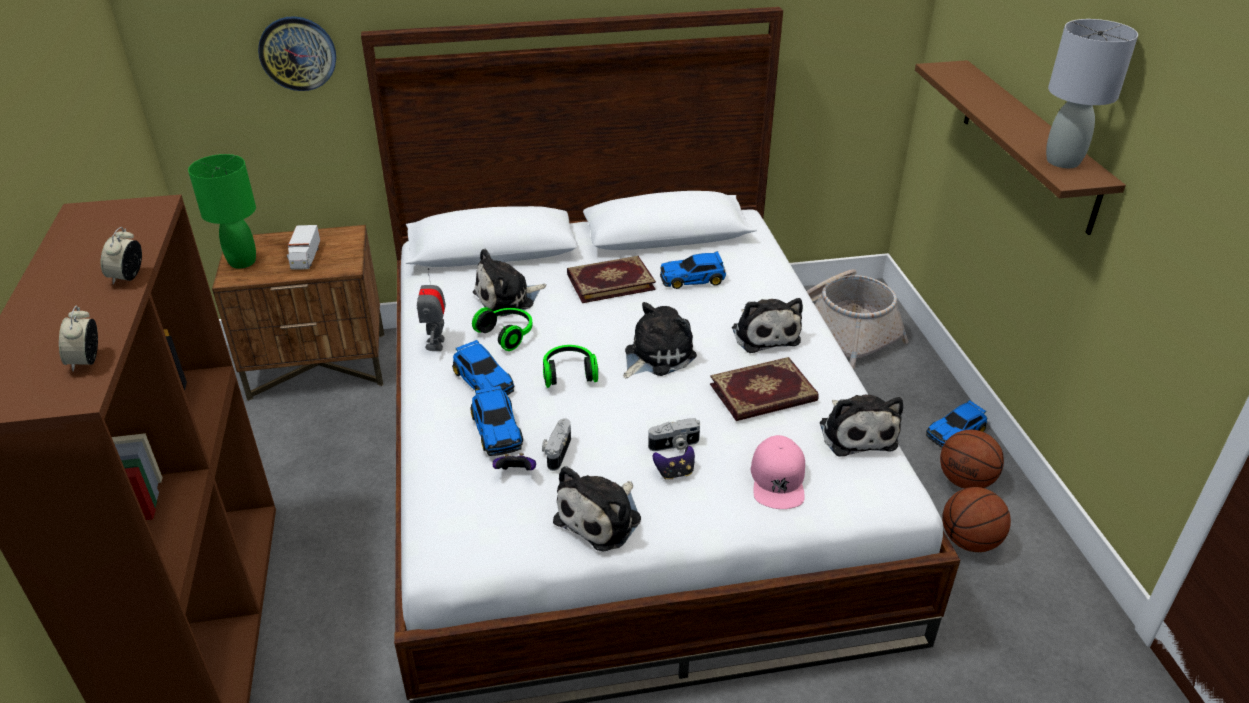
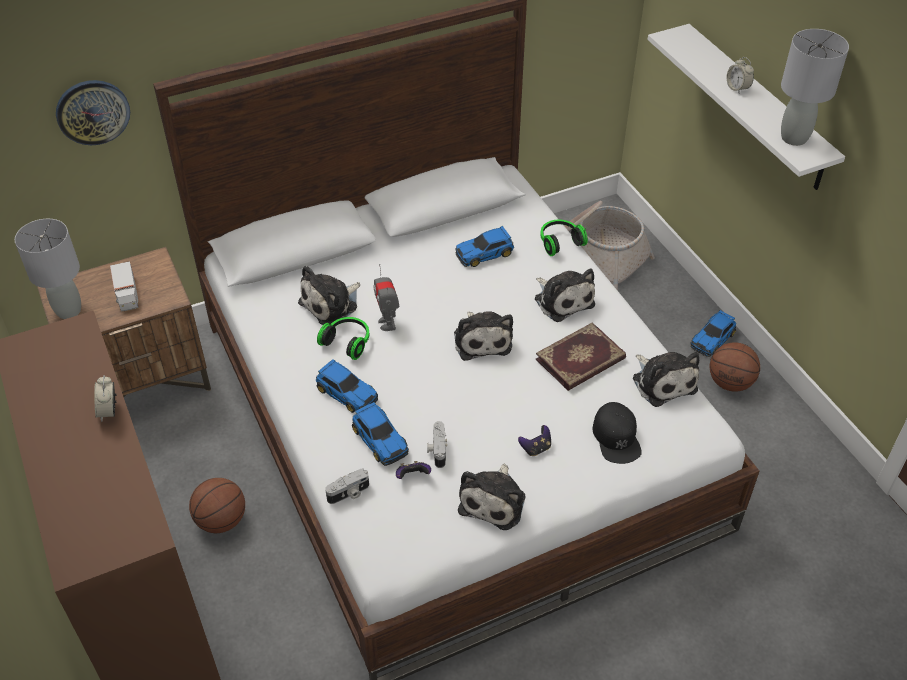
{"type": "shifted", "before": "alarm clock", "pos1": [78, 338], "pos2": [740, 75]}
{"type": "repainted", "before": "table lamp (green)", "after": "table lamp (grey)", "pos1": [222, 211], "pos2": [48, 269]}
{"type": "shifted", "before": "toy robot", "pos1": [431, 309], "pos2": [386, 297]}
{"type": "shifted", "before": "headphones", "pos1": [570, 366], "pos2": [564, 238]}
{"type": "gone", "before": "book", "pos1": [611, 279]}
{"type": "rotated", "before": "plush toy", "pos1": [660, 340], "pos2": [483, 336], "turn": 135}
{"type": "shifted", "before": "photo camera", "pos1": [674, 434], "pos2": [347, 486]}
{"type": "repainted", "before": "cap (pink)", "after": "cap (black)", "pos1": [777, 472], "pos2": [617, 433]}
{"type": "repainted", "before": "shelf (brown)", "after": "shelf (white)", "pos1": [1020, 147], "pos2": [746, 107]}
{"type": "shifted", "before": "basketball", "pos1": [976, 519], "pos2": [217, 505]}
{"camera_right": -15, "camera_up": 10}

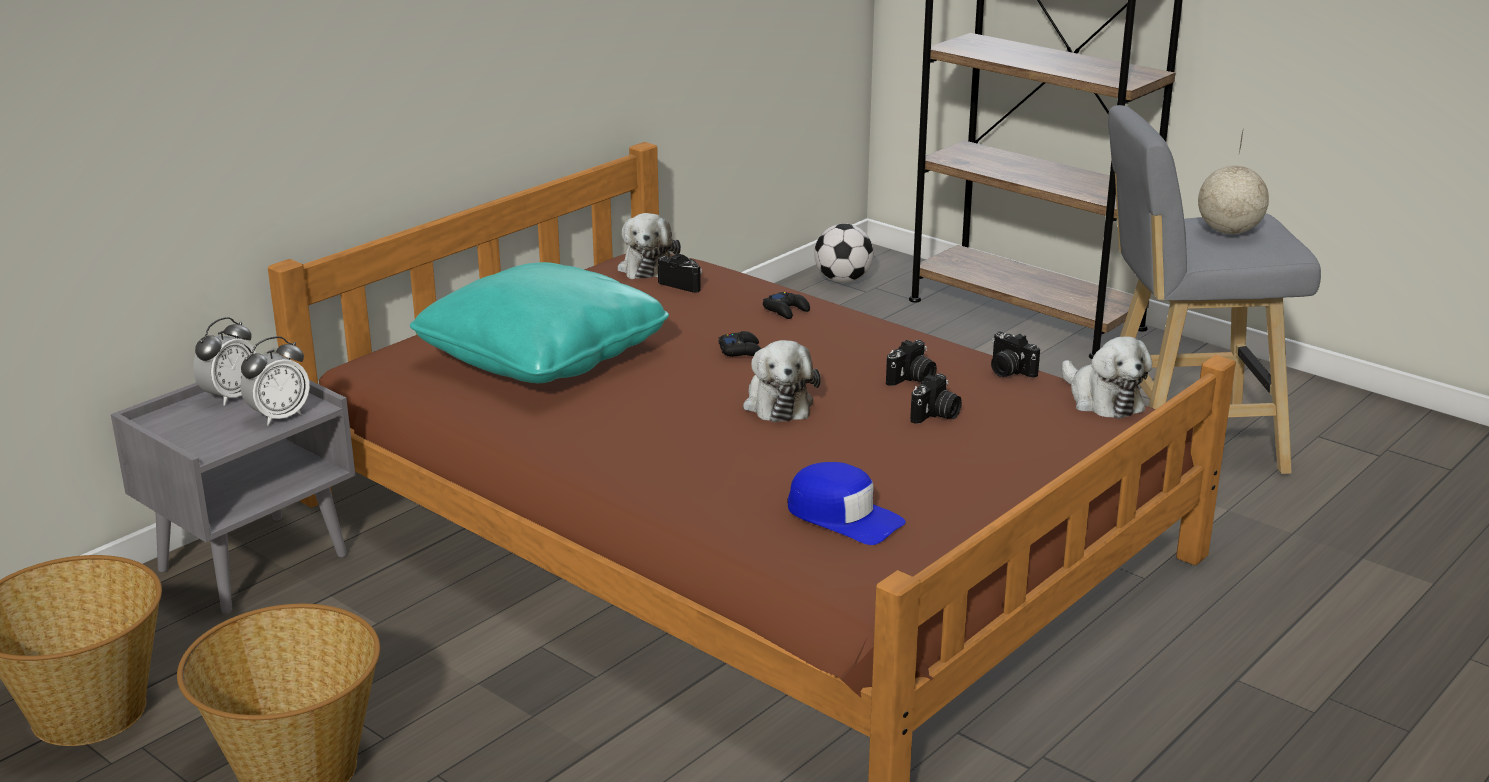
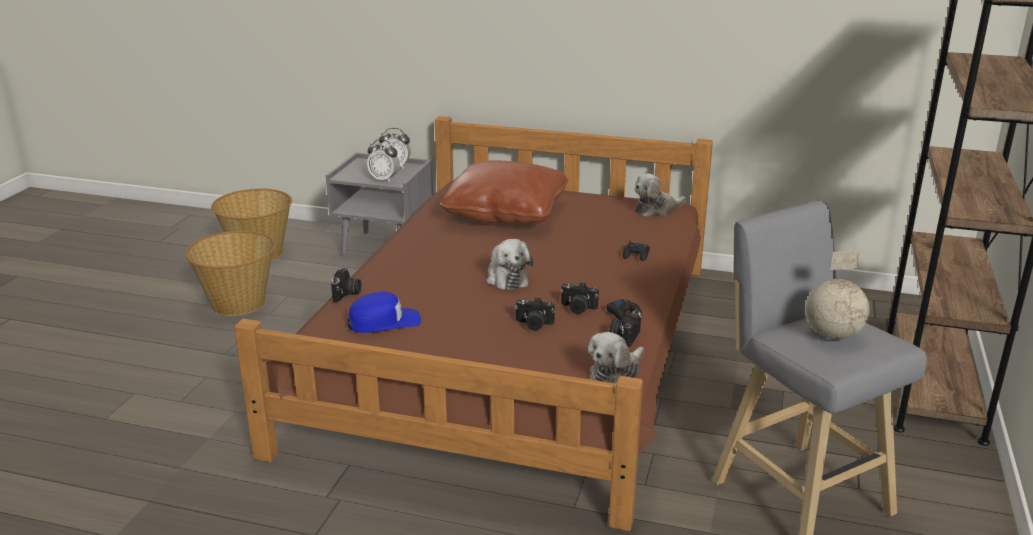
{"type": "repainted", "before": "pillow (turquoise)", "after": "pillow (brown)", "pos1": [539, 323], "pos2": [504, 192]}
{"type": "shifted", "before": "photo camera", "pos1": [680, 273], "pos2": [346, 285]}
{"type": "shifted", "before": "game controller (black)", "pos1": [739, 343], "pos2": [624, 309]}
{"type": "rotated", "before": "plush toy", "pos1": [782, 381], "pos2": [509, 264], "turn": -75}
{"type": "rotated", "before": "cap (blue)", "pos1": [846, 503], "pos2": [384, 312], "turn": -120}
{"type": "gone", "before": "football", "pos1": [844, 253]}
{"camera_right": 65, "camera_up": 0}

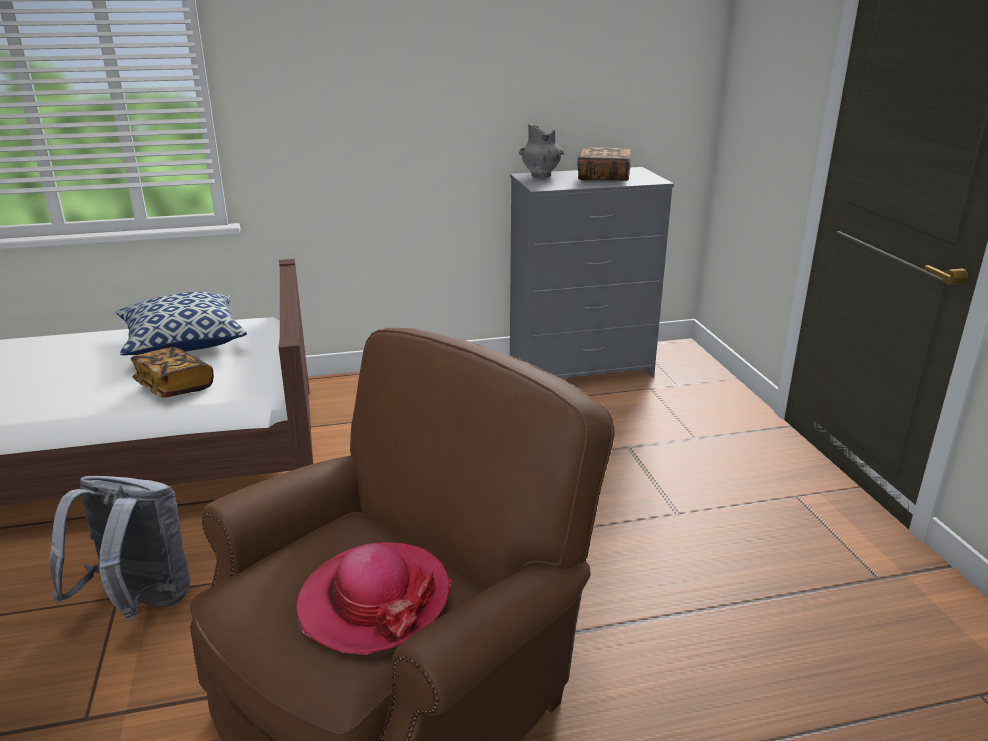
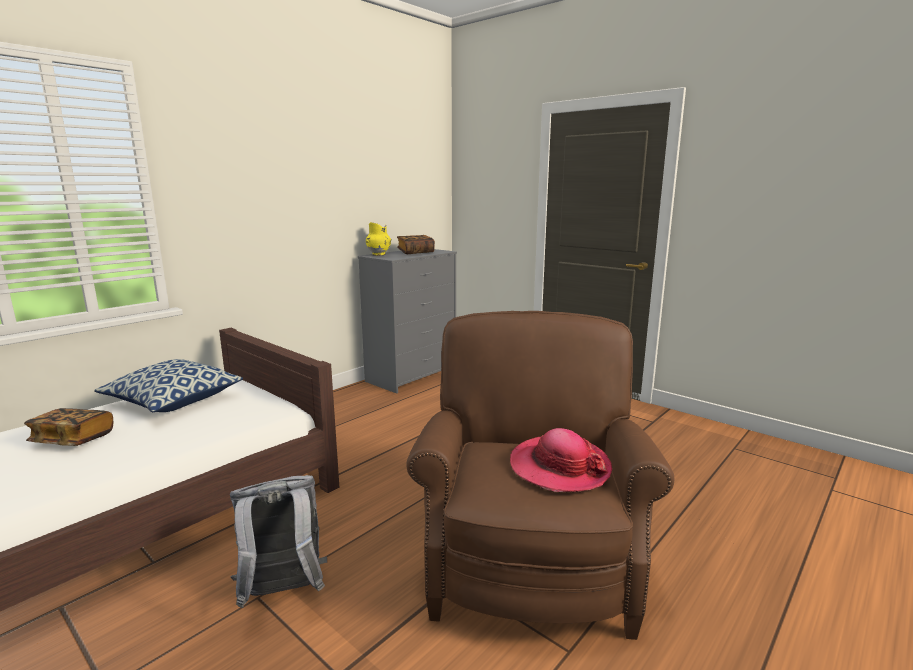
{"type": "shifted", "before": "book", "pos1": [172, 372], "pos2": [69, 427]}
{"type": "repainted", "before": "vase (grey)", "after": "vase (yellow)", "pos1": [542, 151], "pos2": [379, 239]}
{"camera_right": -35, "camera_up": -10}

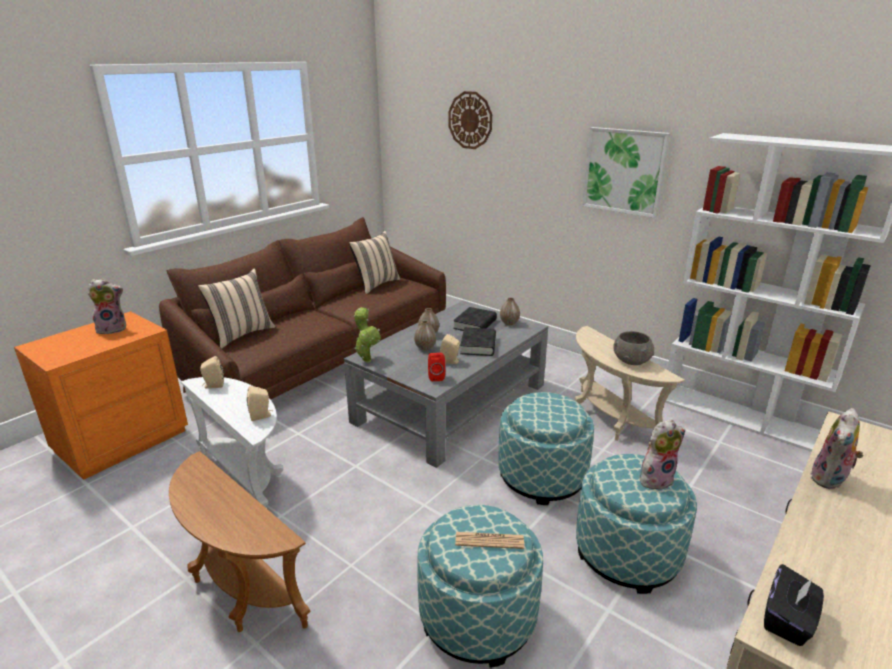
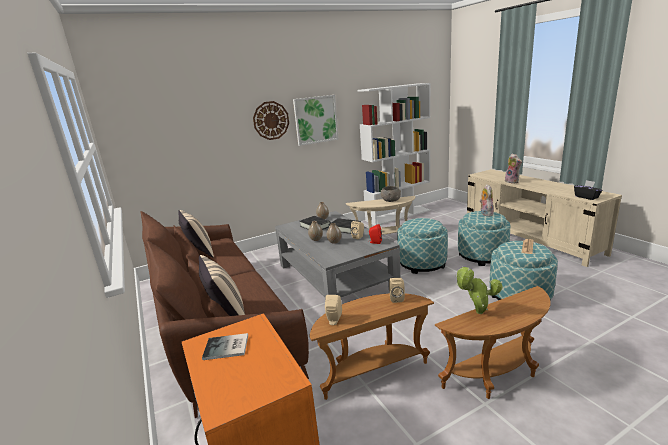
{"type": "swapped", "before": "plush toy", "after": "book", "pos1": [107, 306], "pos2": [225, 346]}
{"type": "repainted", "before": "side table (white)", "after": "side table (brown)", "pos1": [232, 442], "pos2": [371, 346]}
{"type": "shifted", "before": "potted plant", "pos1": [367, 335], "pos2": [479, 290]}
{"type": "shifted", "before": "wall clock", "pos1": [470, 120], "pos2": [271, 120]}
{"camera_right": -65, "camera_up": -5}

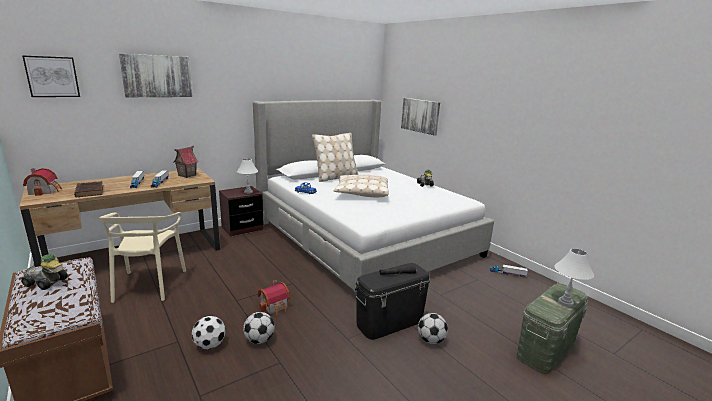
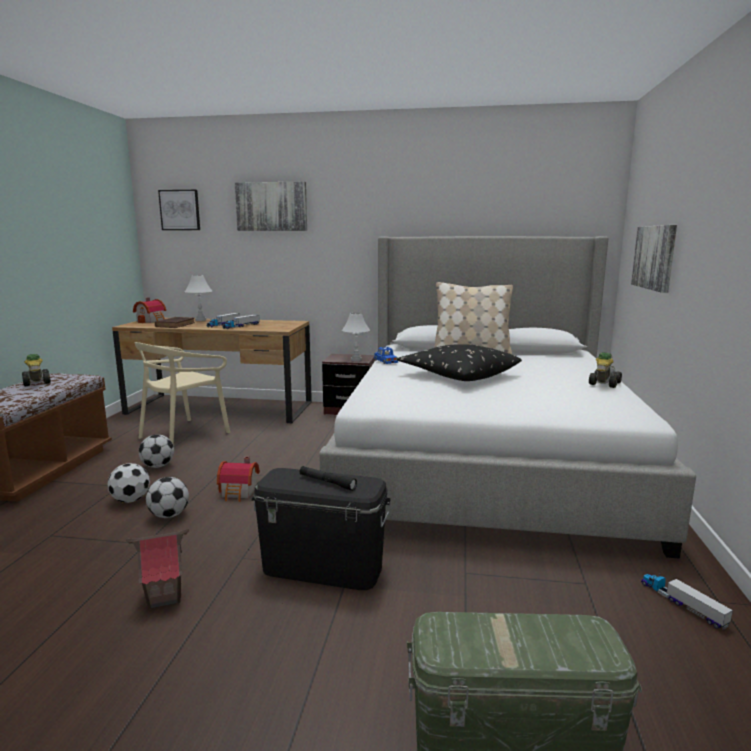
{"type": "shifted", "before": "toy house", "pos1": [186, 162], "pos2": [157, 569]}
{"type": "repainted", "before": "pillow (beige)", "after": "pillow (black)", "pos1": [361, 185], "pos2": [459, 362]}
{"type": "shifted", "before": "football", "pos1": [433, 328], "pos2": [156, 451]}
{"type": "shifted", "before": "table lamp (white)", "pos1": [574, 277], "pos2": [199, 298]}
{"camera_right": 45, "camera_up": -5}

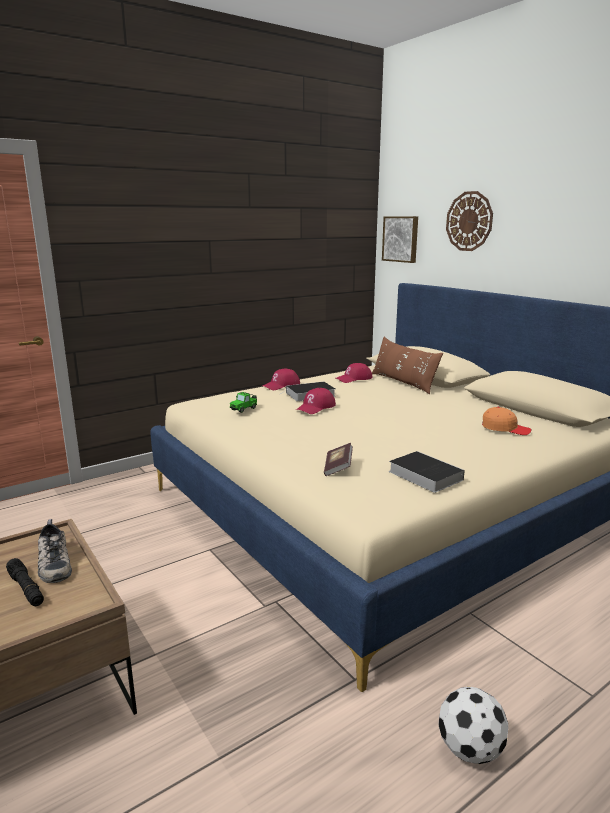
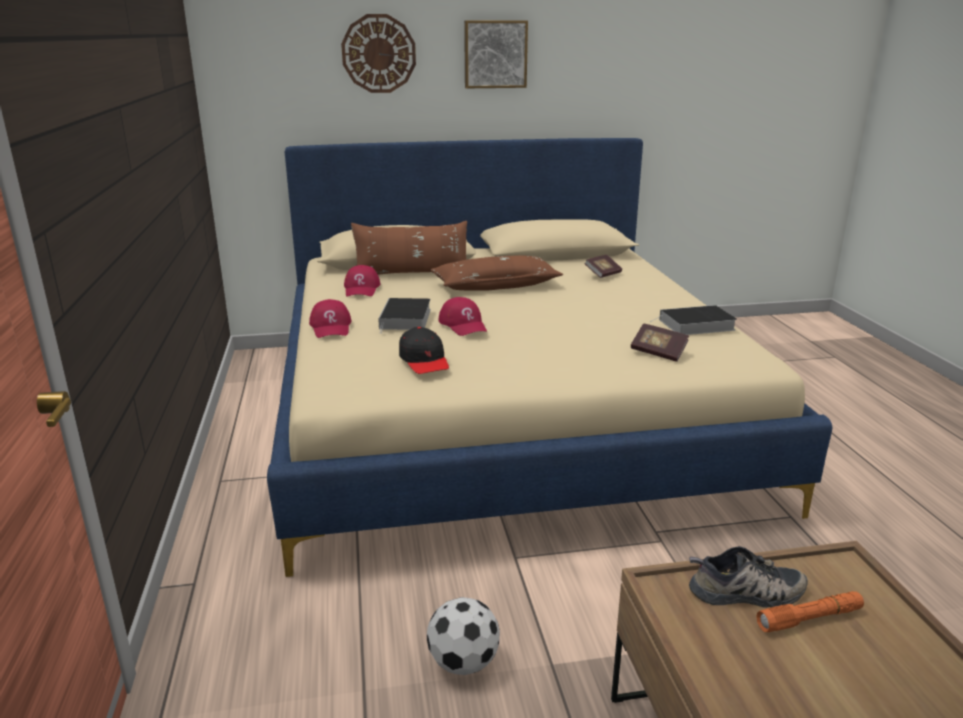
{"type": "repainted", "before": "flashlight (black)", "after": "flashlight (orange)", "pos1": [25, 582], "pos2": [810, 612]}
{"type": "swapped", "before": "toy car", "after": "cap (black)", "pos1": [243, 402], "pos2": [424, 350]}
{"type": "shifted", "before": "picture", "pos1": [400, 239], "pos2": [496, 54]}
{"type": "shifted", "before": "football", "pos1": [473, 725], "pos2": [463, 636]}
{"type": "swapped", "before": "cap (orange)", "after": "book", "pos1": [507, 421], "pos2": [603, 266]}
{"type": "new", "after": "pillow (brown)", "pos2": [496, 273]}
{"camera_right": -65, "camera_up": 5}

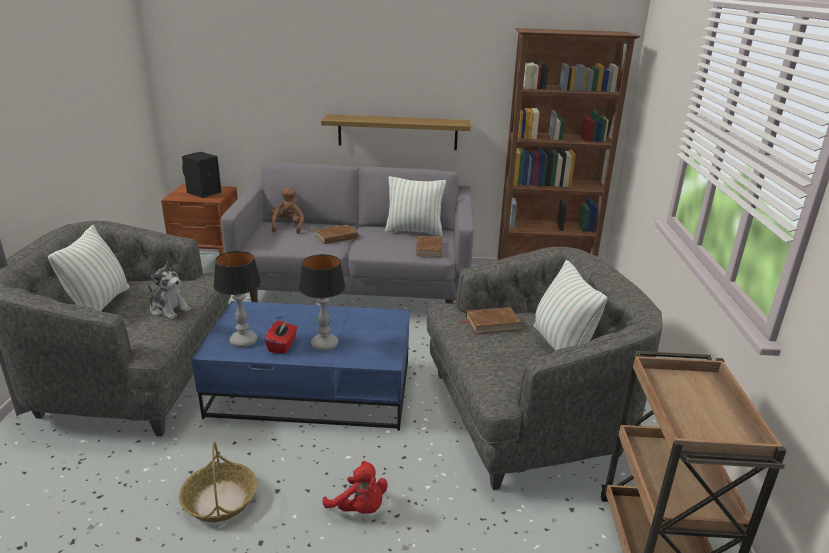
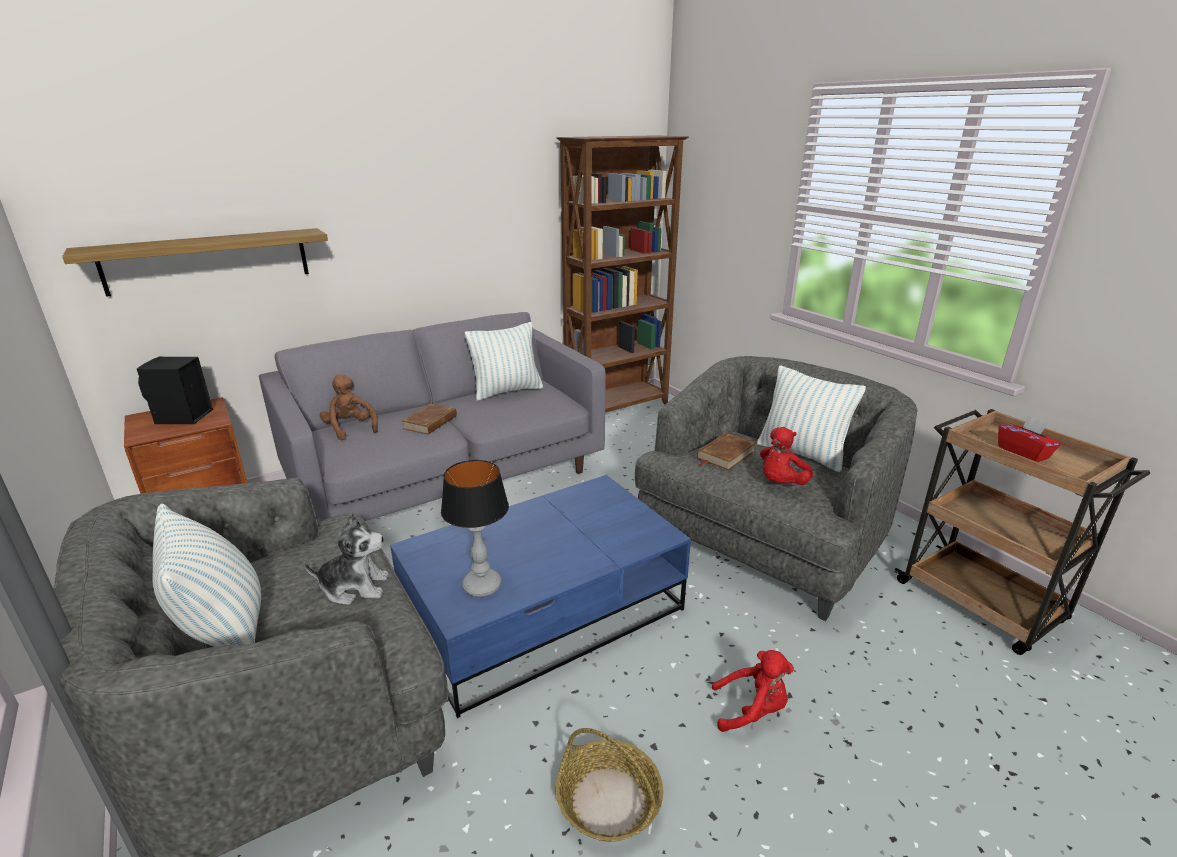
{"type": "shifted", "before": "tissue box (red)", "pos1": [281, 337], "pos2": [1029, 439]}
{"type": "gone", "before": "table lamp", "pos1": [322, 302]}
{"type": "shifted", "before": "shelf", "pos1": [396, 132], "pos2": [195, 262]}
{"type": "gone", "before": "book (brown)", "pos1": [429, 246]}
{"type": "new", "after": "plush toy (red)", "pos2": [786, 456]}
{"camera_right": -35, "camera_up": 0}

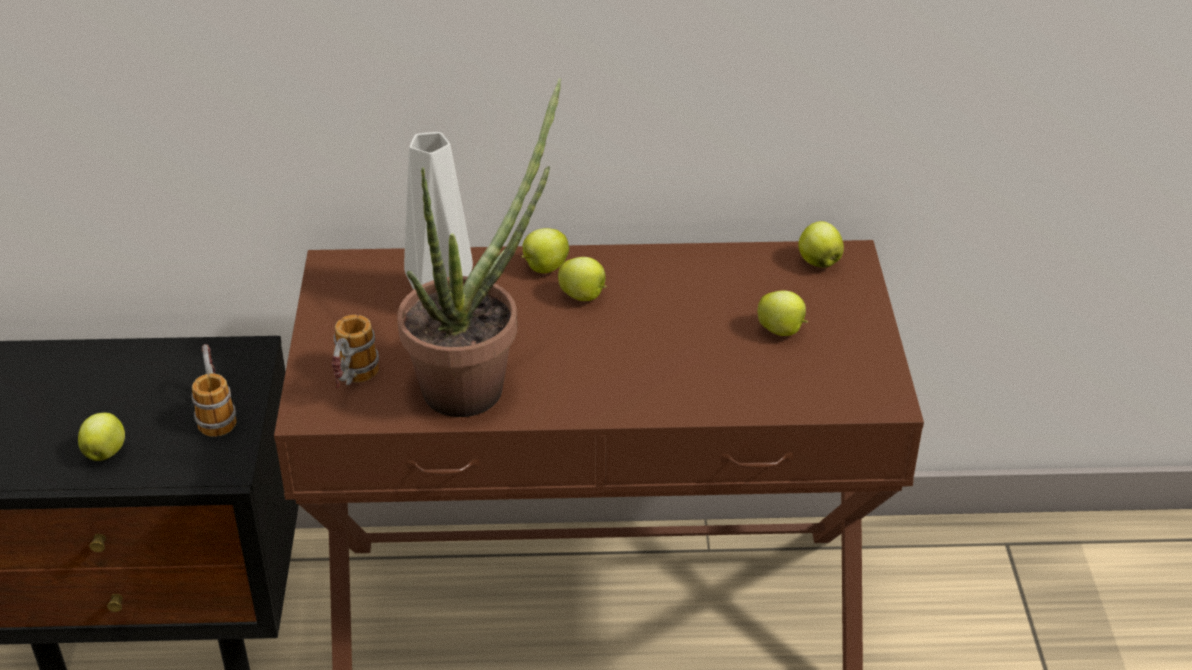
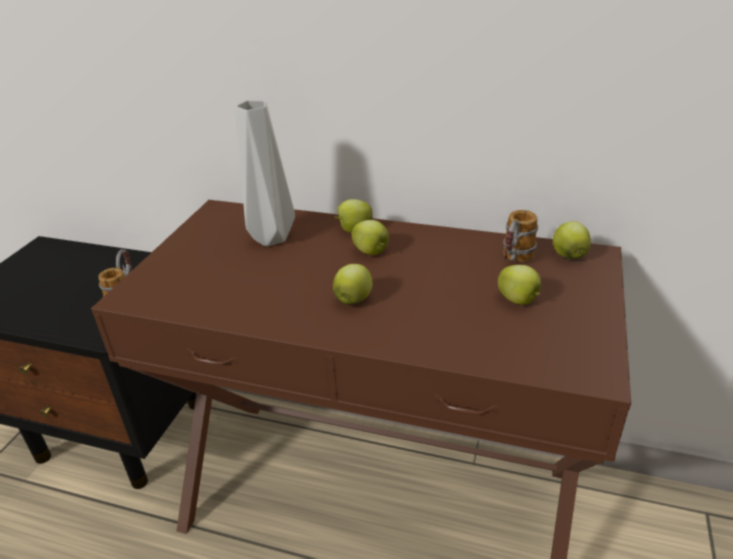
{"type": "shifted", "before": "apple", "pos1": [101, 437], "pos2": [353, 284]}
{"type": "shifted", "before": "mug", "pos1": [355, 351], "pos2": [520, 236]}
{"type": "gone", "before": "potted plant", "pos1": [479, 247]}
{"camera_right": 20, "camera_up": -5}

